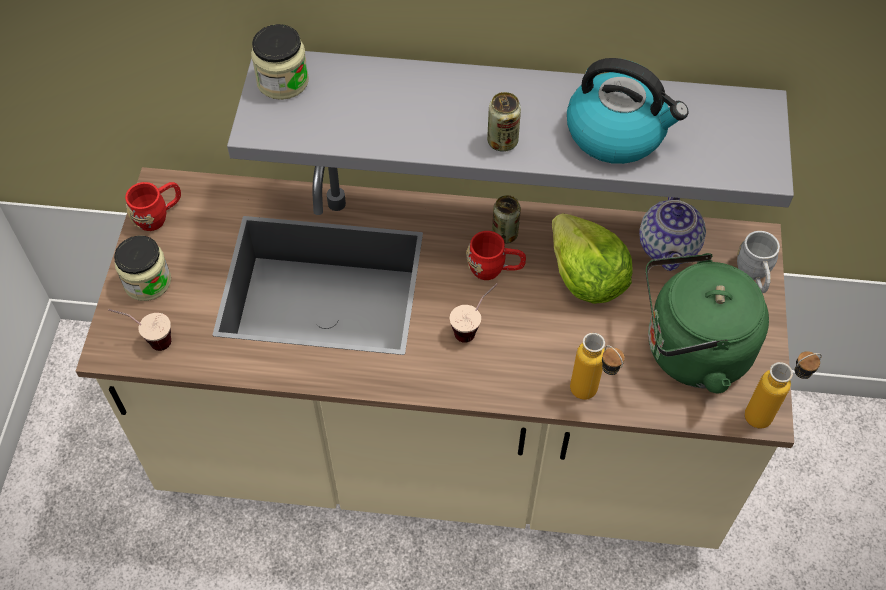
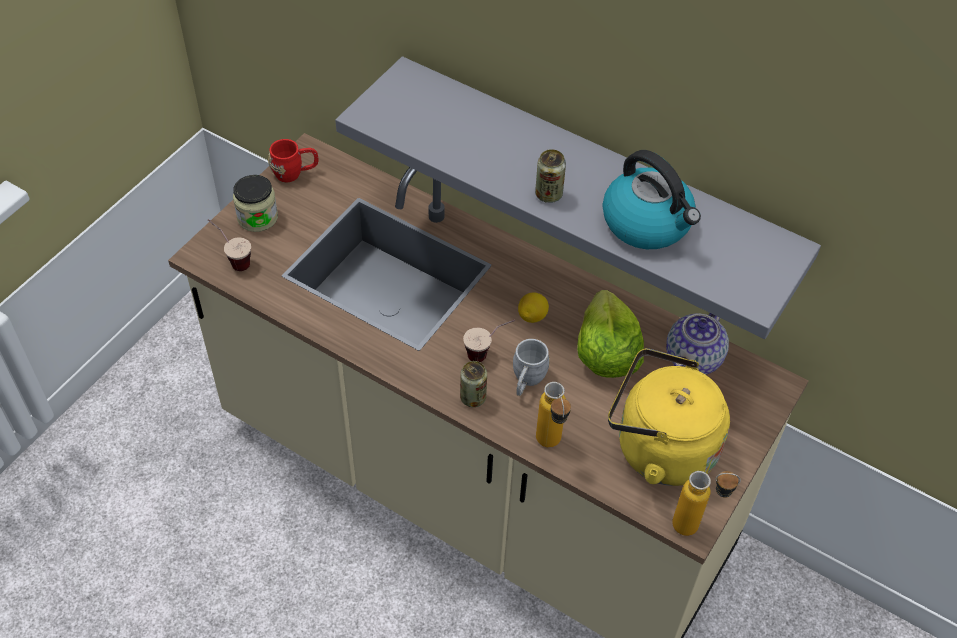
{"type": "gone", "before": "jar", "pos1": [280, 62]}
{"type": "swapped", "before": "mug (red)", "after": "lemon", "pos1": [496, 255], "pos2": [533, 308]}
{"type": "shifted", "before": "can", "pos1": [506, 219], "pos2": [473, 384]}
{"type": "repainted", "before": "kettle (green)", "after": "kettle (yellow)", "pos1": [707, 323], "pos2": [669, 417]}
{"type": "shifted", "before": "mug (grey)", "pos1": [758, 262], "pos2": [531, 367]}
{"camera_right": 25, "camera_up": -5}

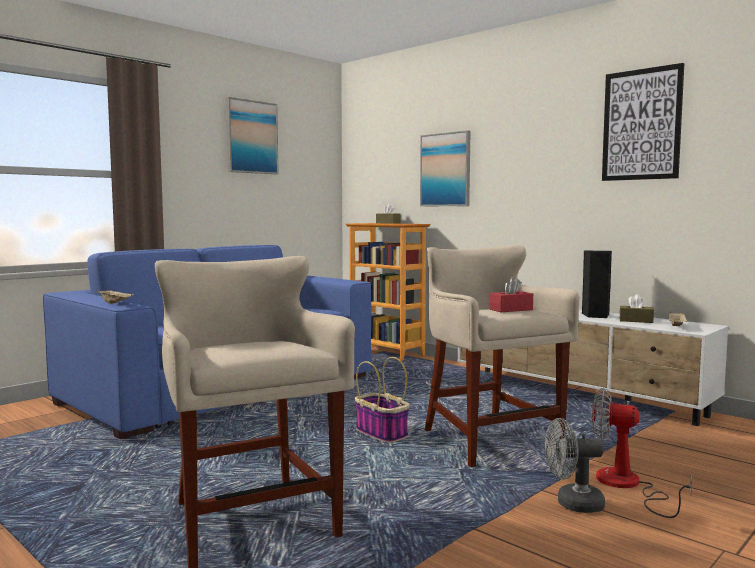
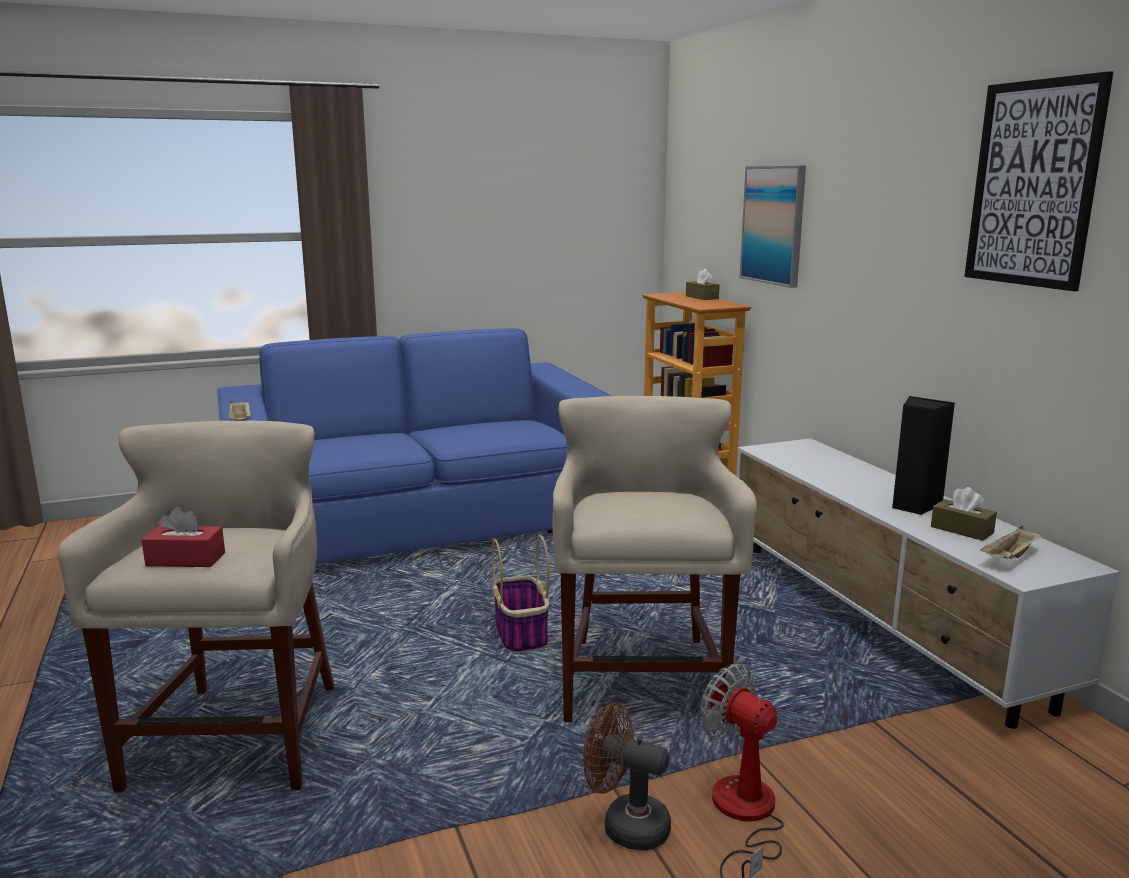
{"type": "gone", "before": "picture", "pos1": [252, 135]}
{"type": "shifted", "before": "tissue box (red)", "pos1": [511, 294], "pos2": [183, 537]}
{"type": "repainted", "before": "fan (grey)", "after": "fan (brown)", "pos1": [574, 465], "pos2": [627, 777]}
{"camera_right": 25, "camera_up": 10}

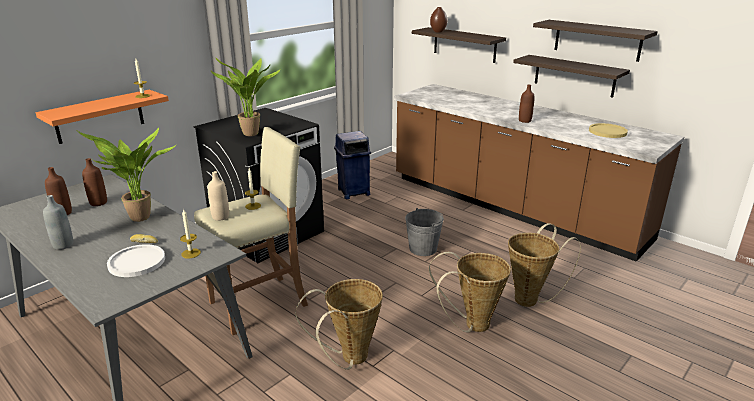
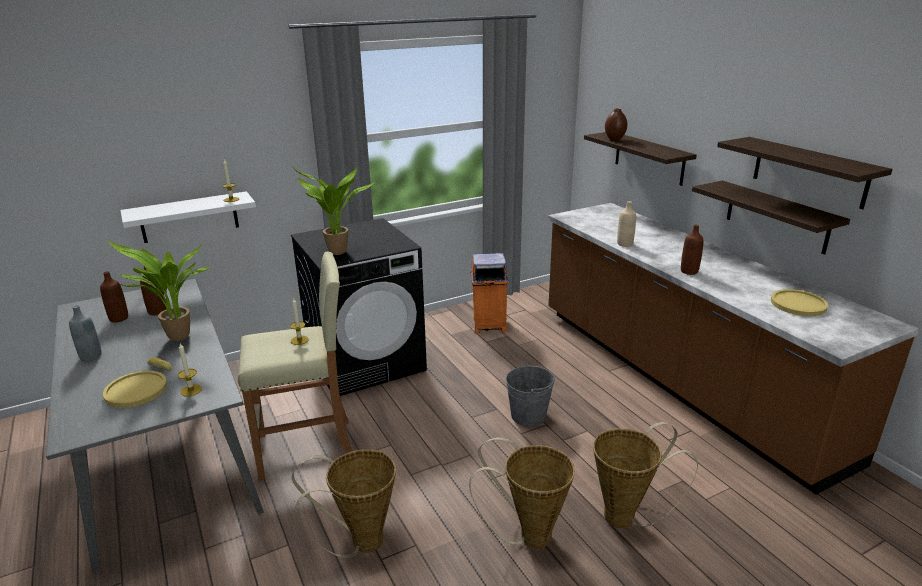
{"type": "repainted", "before": "shelf (orange)", "after": "shelf (white)", "pos1": [102, 117], "pos2": [188, 217]}
{"type": "repainted", "before": "plate (white)", "after": "plate (yellow)", "pos1": [136, 260], "pos2": [135, 389]}
{"type": "shifted", "before": "bottle (beige)", "pos1": [218, 196], "pos2": [626, 224]}
{"type": "repainted", "before": "trash can (blue)", "after": "trash can (orange)", "pos1": [352, 165], "pos2": [489, 293]}
{"camera_right": 20, "camera_up": 0}

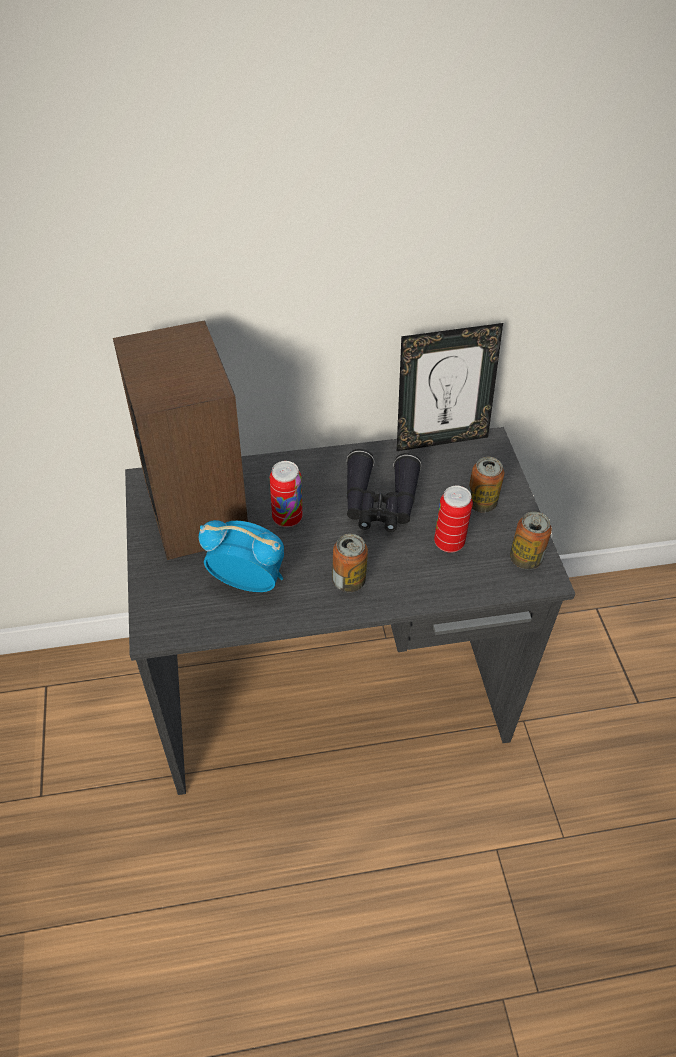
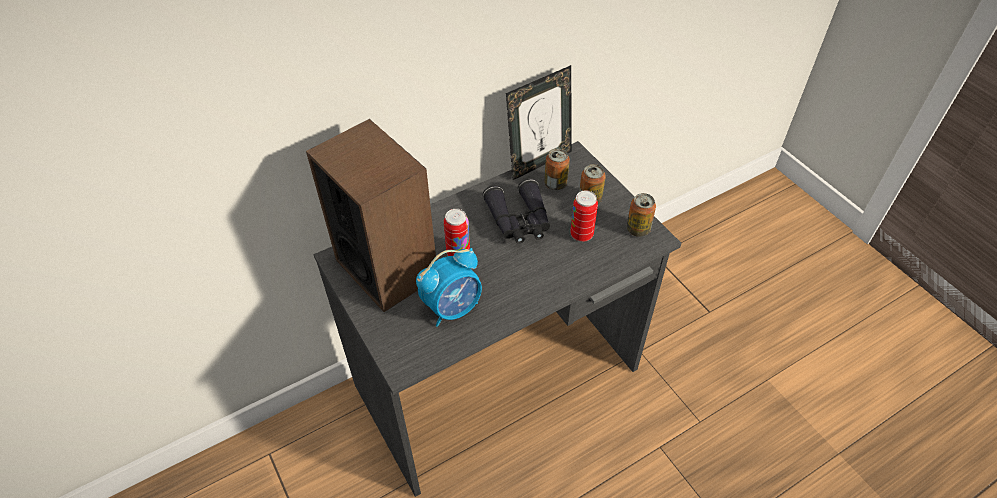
{"type": "rotated", "before": "alarm clock", "pos1": [241, 556], "pos2": [449, 287], "turn": 150}
{"type": "shifted", "before": "can", "pos1": [350, 563], "pos2": [557, 169]}
{"camera_right": -20, "camera_up": 0}

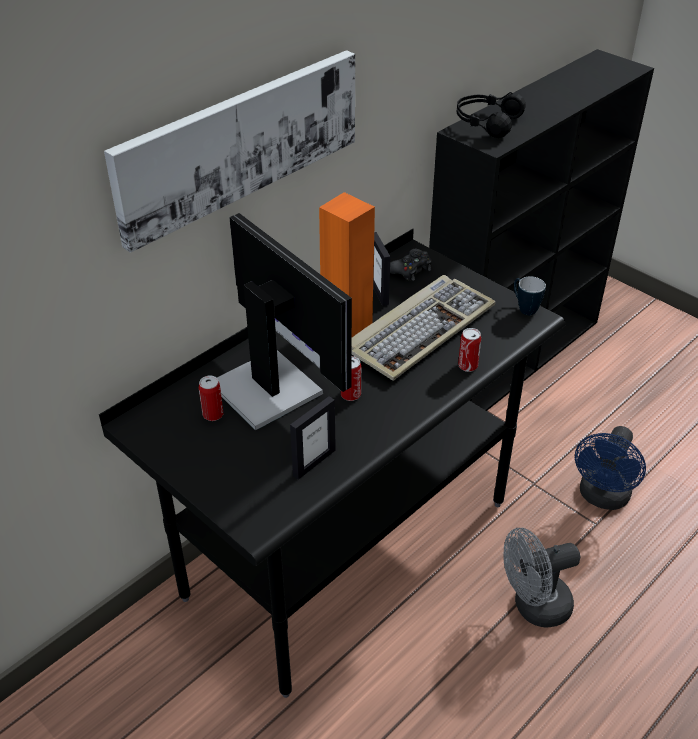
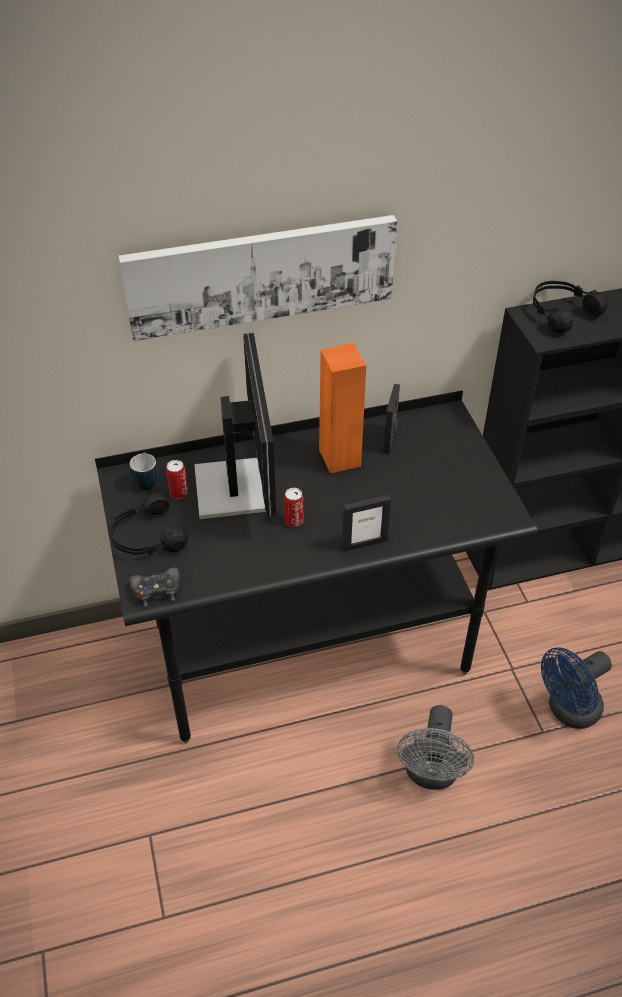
{"type": "shifted", "before": "picture frame", "pos1": [313, 438], "pos2": [366, 523]}
{"type": "gone", "before": "keyboard", "pos1": [424, 328]}
{"type": "shifted", "before": "game controller (black)", "pos1": [411, 265], "pos2": [154, 587]}
{"type": "gone", "before": "can", "pos1": [469, 350]}
{"type": "rotated", "before": "fan (grey)", "pos1": [542, 578], "pos2": [435, 747], "turn": -90}
{"type": "shifted", "before": "mug", "pos1": [530, 295], "pos2": [143, 471]}
{"type": "new", "after": "headphones (black)", "pos2": [149, 524]}
{"camera_right": 30, "camera_up": 5}

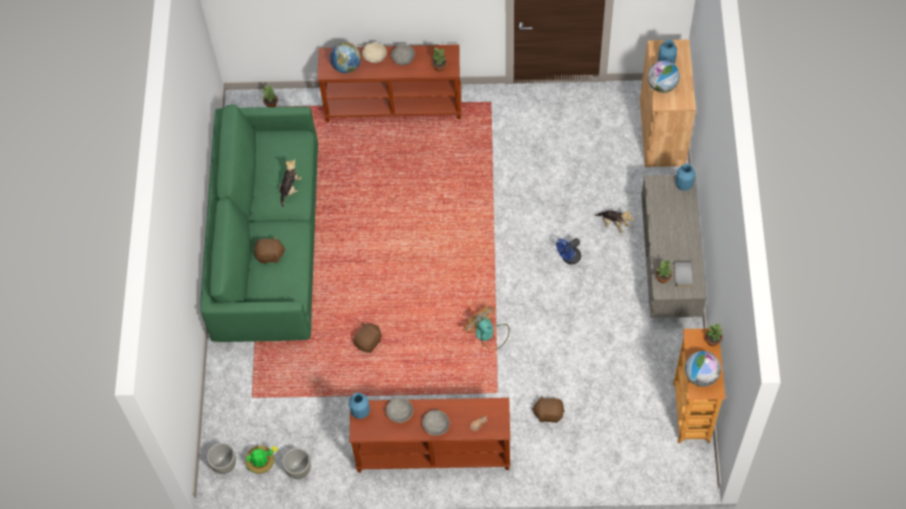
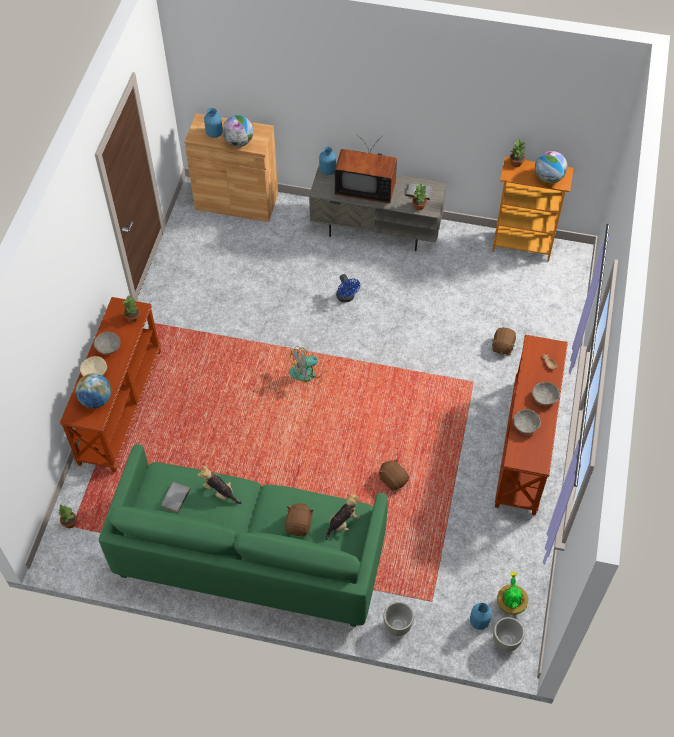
{"type": "shifted", "before": "planter (grey)", "pos1": [296, 463], "pos2": [398, 619]}
{"type": "shifted", "before": "vase (blue)", "pos1": [359, 405], "pos2": [481, 616]}
{"type": "shifted", "before": "fan", "pos1": [487, 327], "pos2": [307, 364]}
{"type": "shifted", "before": "plush toy", "pos1": [614, 221], "pos2": [342, 517]}
{"type": "new", "after": "book (grey)", "pos2": [175, 497]}
{"type": "new", "after": "television", "pos2": [366, 169]}
{"camera_right": -80, "camera_up": -5}

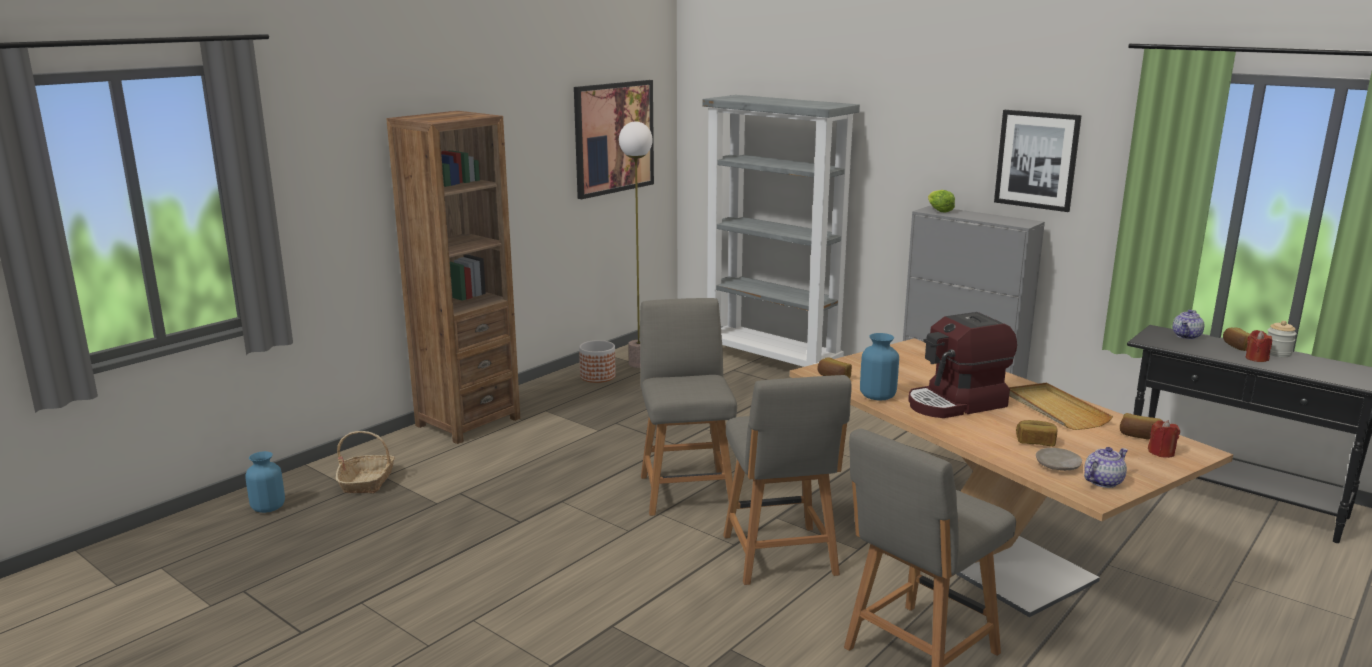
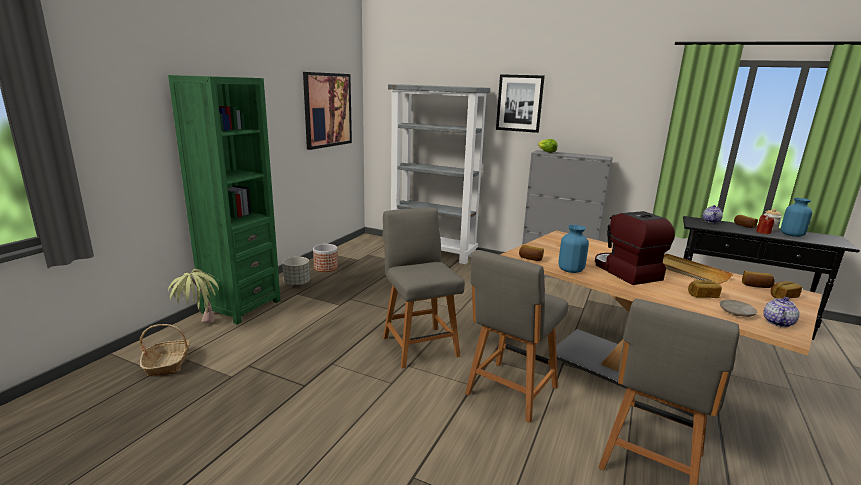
{"type": "shifted", "before": "vase (blue)", "pos1": [265, 482], "pos2": [796, 217]}
{"type": "repainted", "before": "bookcase (brown)", "after": "bookcase (green)", "pos1": [453, 277], "pos2": [224, 200]}
{"type": "gone", "before": "floor lamp", "pos1": [636, 244]}
{"type": "rotated", "before": "chair (grey)", "pos1": [787, 480], "pos2": [517, 336], "turn": 60}
{"type": "rotated", "before": "coffee machine", "pos1": [962, 365], "pos2": [635, 248], "turn": 105}
{"type": "shifted", "before": "picture", "pos1": [1038, 161], "pos2": [520, 103]}
{"type": "swapped", "before": "candle (red)", "after": "bread", "pos1": [1164, 439], "pos2": [786, 290]}
{"type": "new", "after": "potted plant", "pos2": [195, 297]}
{"type": "new", "after": "planter (grey)", "pos2": [296, 271]}
{"camera_right": -15, "camera_up": 0}

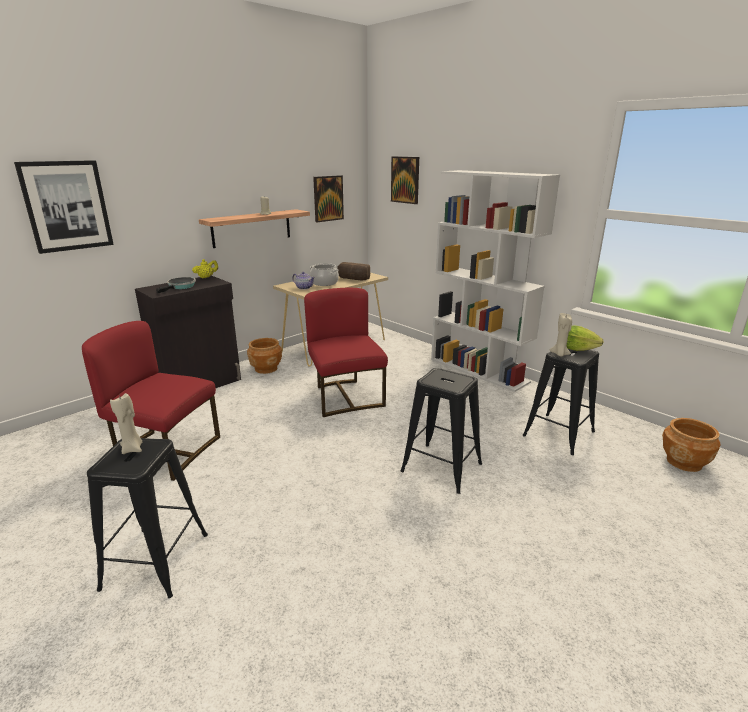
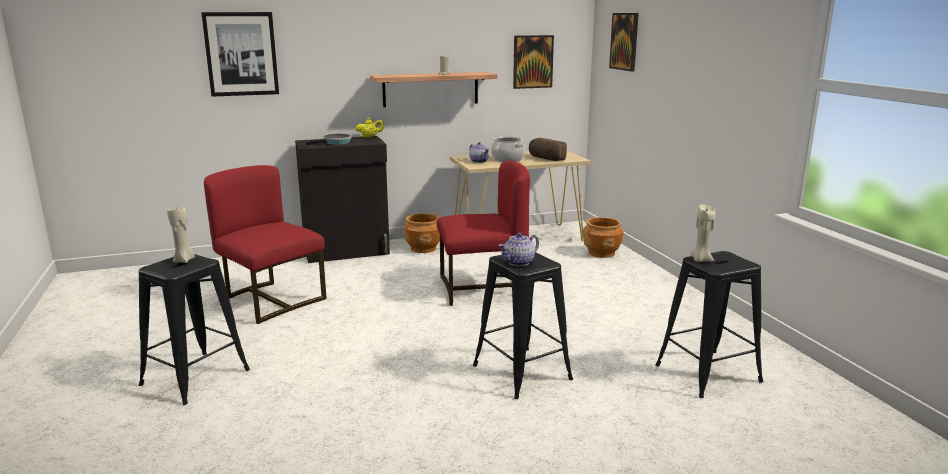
{"type": "rotated", "before": "chair (red)", "pos1": [346, 352], "pos2": [483, 233], "turn": 75}
{"type": "gone", "before": "bookcase (white)", "pos1": [495, 281]}
{"type": "gone", "before": "lettuce", "pos1": [585, 338]}
{"type": "shifted", "before": "planter (brown)", "pos1": [691, 445], "pos2": [603, 237]}
{"type": "new", "after": "teapot", "pos2": [519, 249]}
{"camera_right": 25, "camera_up": -5}

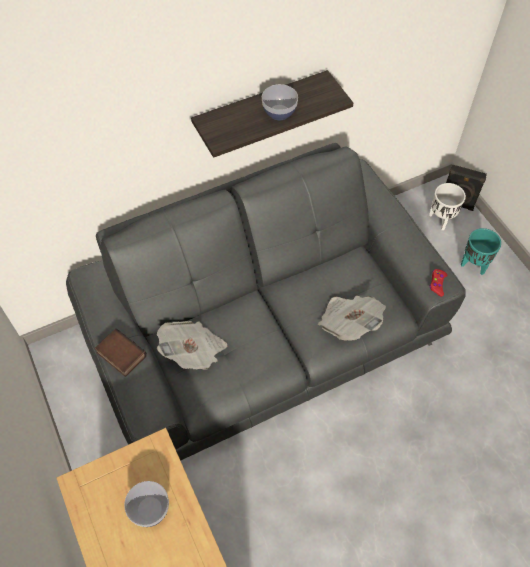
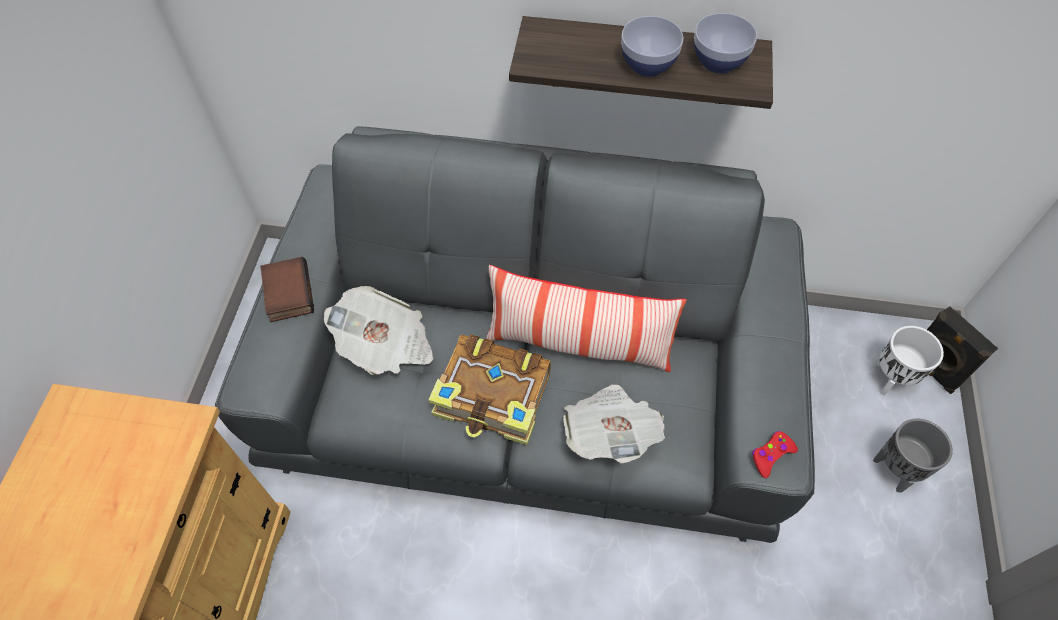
{"type": "shifted", "before": "bowl", "pos1": [146, 504], "pos2": [725, 43]}
{"type": "repainted", "before": "planter (turquoise)", "after": "planter (grey)", "pos1": [481, 251], "pos2": [913, 455]}
{"type": "new", "after": "book", "pos2": [489, 389]}
{"type": "new", "after": "pillow", "pos2": [586, 318]}
{"camera_right": 35, "camera_up": 0}

